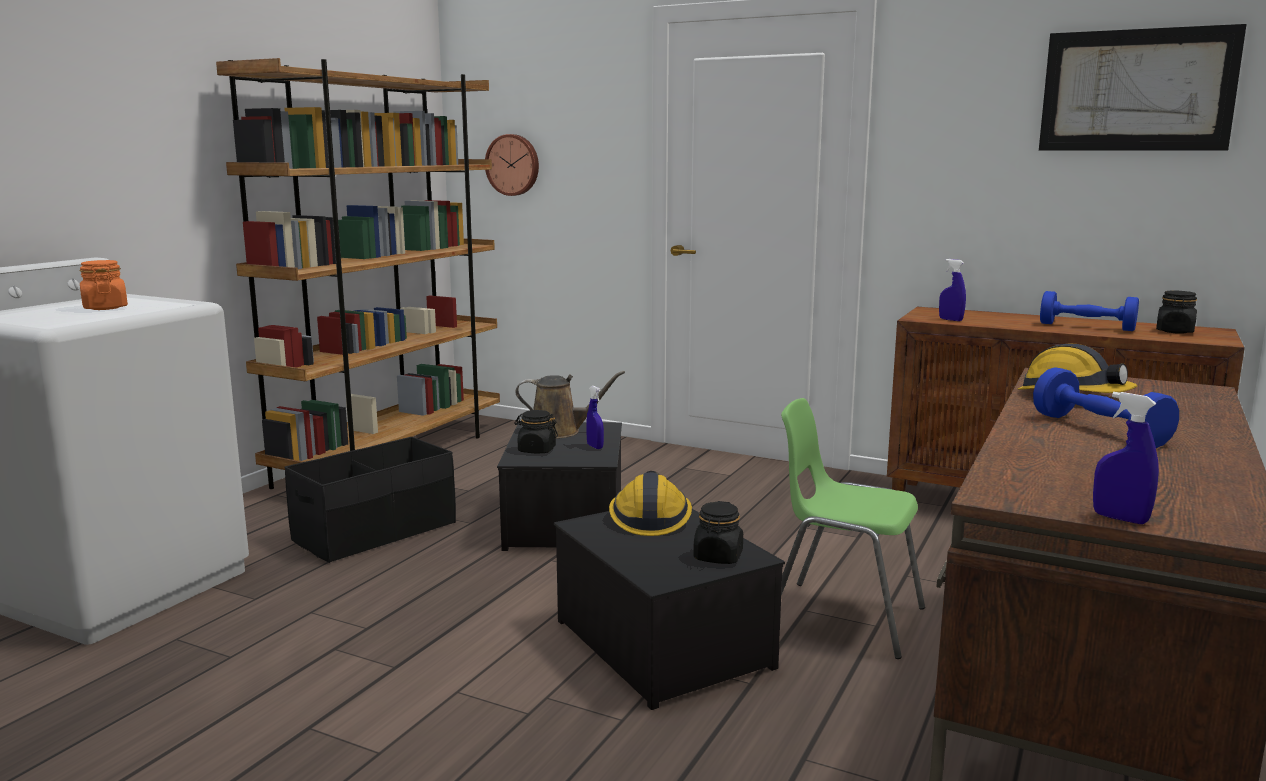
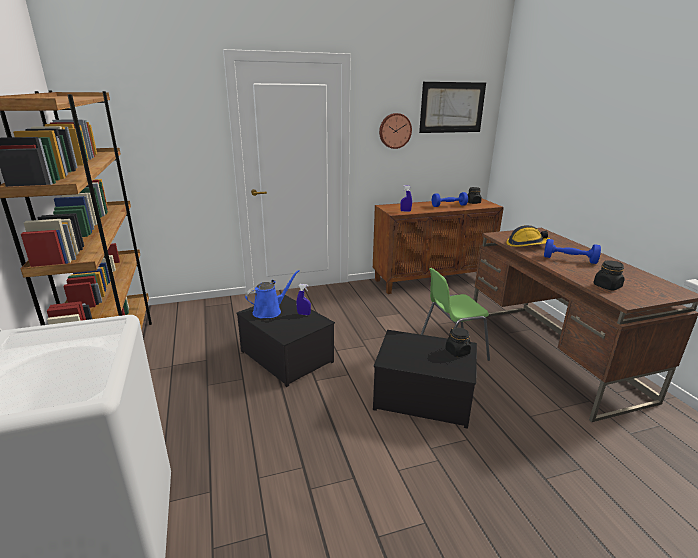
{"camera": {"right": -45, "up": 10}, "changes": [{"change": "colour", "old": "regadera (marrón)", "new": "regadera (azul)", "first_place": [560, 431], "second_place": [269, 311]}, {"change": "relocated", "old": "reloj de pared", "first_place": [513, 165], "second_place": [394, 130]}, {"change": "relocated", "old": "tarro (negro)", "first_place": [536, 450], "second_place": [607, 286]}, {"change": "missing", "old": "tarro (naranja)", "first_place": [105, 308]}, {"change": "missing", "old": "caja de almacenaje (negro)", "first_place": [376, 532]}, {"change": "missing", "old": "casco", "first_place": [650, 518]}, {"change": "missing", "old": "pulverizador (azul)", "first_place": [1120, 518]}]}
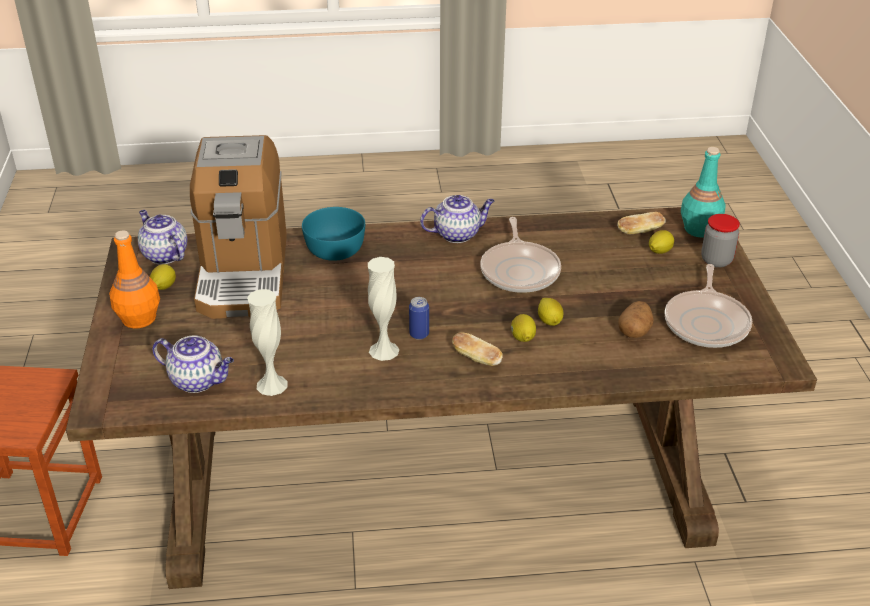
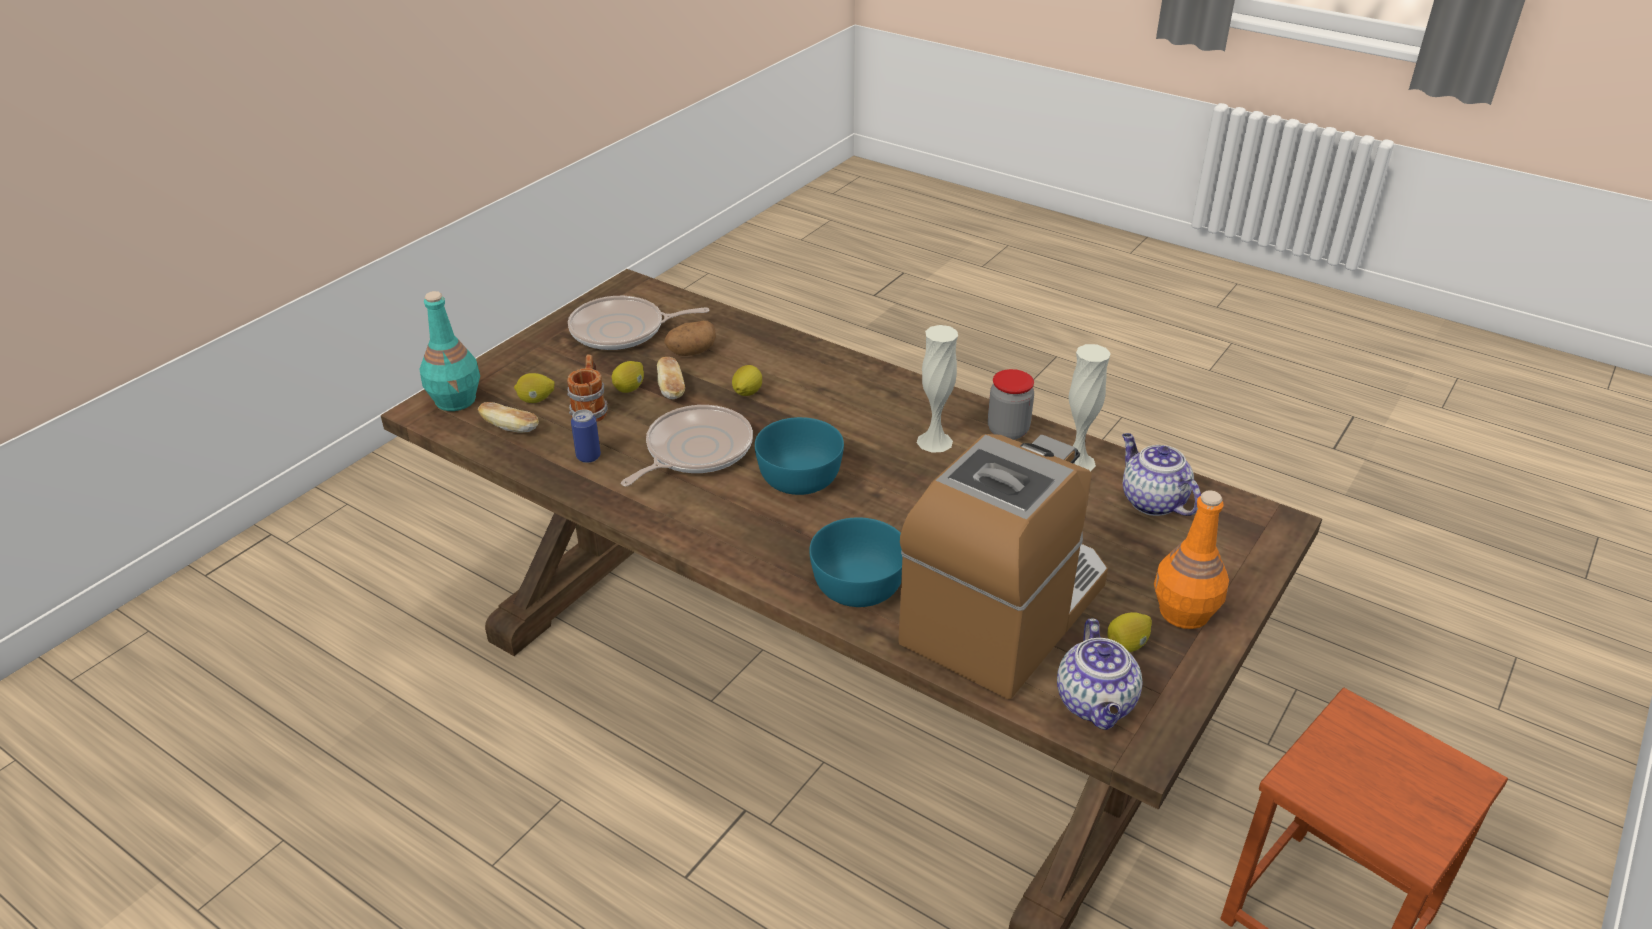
{"camera": {"right": -140, "up": 0}, "changes": [{"change": "appeared", "new": "taza grande", "second_place": [590, 409]}, {"change": "spun", "old": "sartén", "first_place": [707, 322], "second_place": [622, 331], "degrees": -150}, {"change": "relocated", "old": "lata", "first_place": [419, 334], "second_place": [588, 457]}, {"change": "relocated", "old": "limón", "first_place": [522, 338], "second_place": [630, 388]}, {"change": "relocated", "old": "pan", "first_place": [476, 358], "second_place": [671, 389]}, {"change": "appeared", "new": "cuenco (turquesa)", "second_place": [798, 477]}, {"change": "relocated", "old": "tarro", "first_place": [716, 260], "second_place": [1008, 430]}, {"change": "missing", "old": "tetera", "first_place": [458, 234]}]}
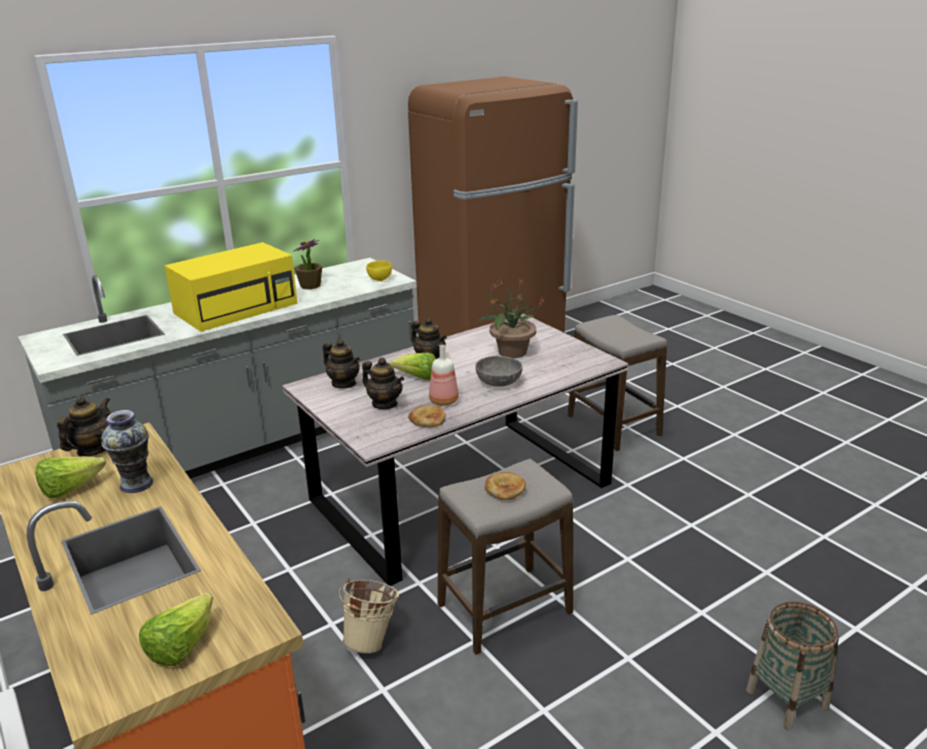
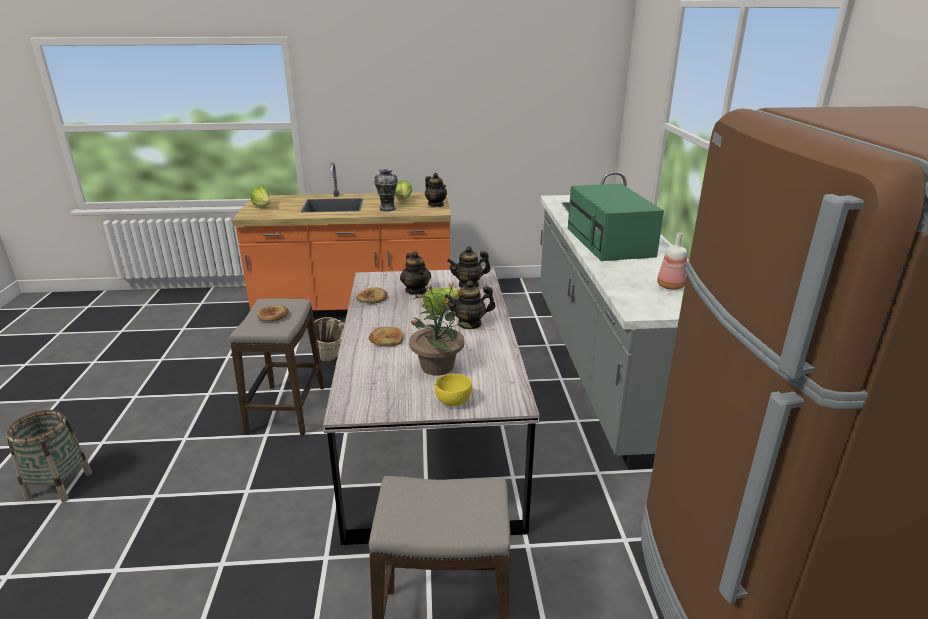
{"camera": {"right": 120, "up": 0}, "changes": [{"change": "exchanged", "old": "cuenco (gris)", "new": "pan", "first_place": [499, 382], "second_place": [386, 339]}, {"change": "spun", "old": "tetera", "first_place": [385, 404], "second_place": [416, 291], "degrees": -90}, {"change": "relocated", "old": "cuenco (amarillo)", "first_place": [380, 279], "second_place": [453, 402]}, {"change": "colour", "old": "microondas (amarillo)", "new": "microondas (verde)", "first_place": [238, 308], "second_place": [610, 242]}, {"change": "relocated", "old": "botella", "first_place": [444, 401], "second_place": [669, 286]}, {"change": "missing", "old": "planta en maceta", "first_place": [310, 286]}]}
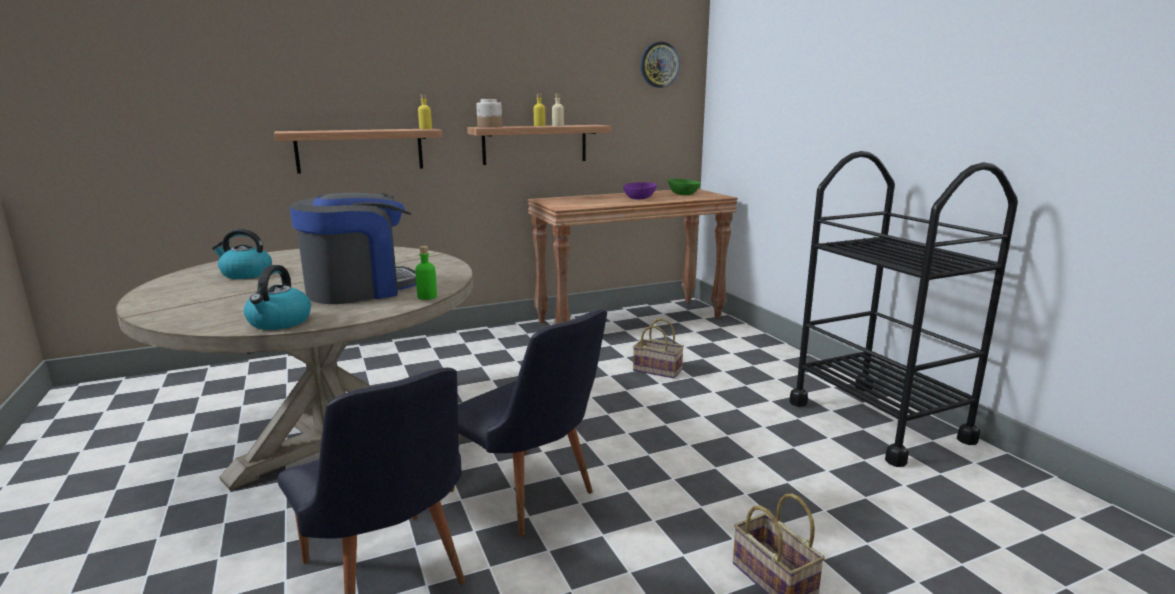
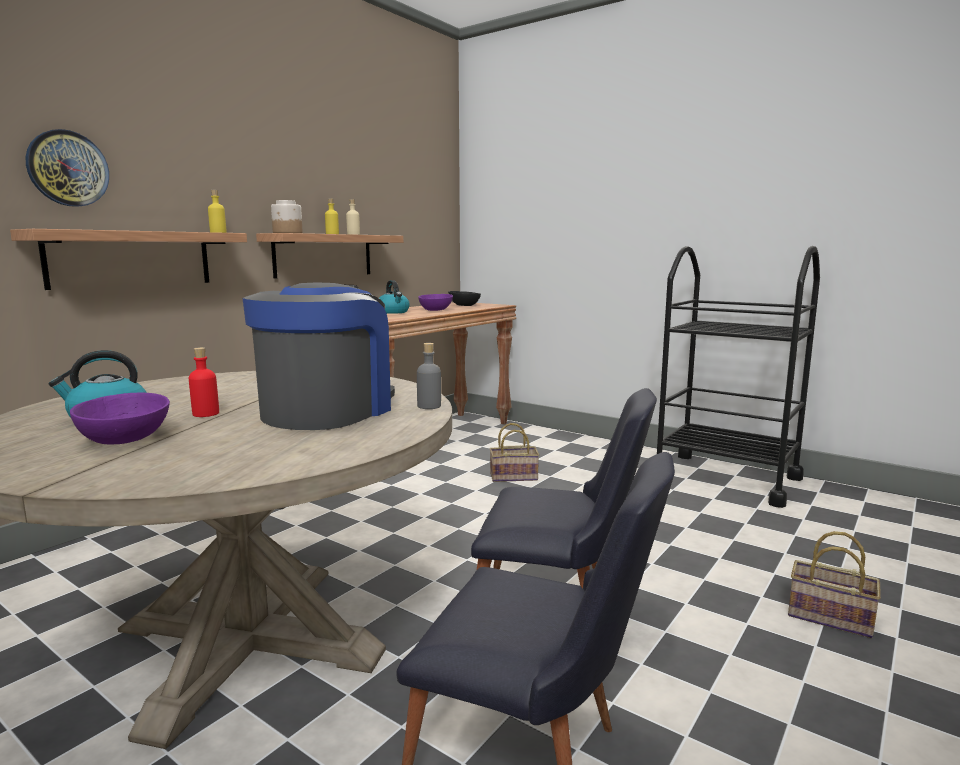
{"camera": {"right": -30, "up": -5}, "changes": [{"change": "relocated", "old": "reloj de pared", "first_place": [659, 65], "second_place": [68, 168]}, {"change": "appeared", "new": "cuenco (morado)", "second_place": [124, 439]}, {"change": "appeared", "new": "botella (rojo)", "second_place": [205, 414]}, {"change": "relocated", "old": "hervidor", "first_place": [279, 322], "second_place": [393, 312]}, {"change": "colour", "old": "botella (verde)", "new": "botella (gris)", "first_place": [427, 297], "second_place": [429, 406]}, {"change": "colour", "old": "cuenco (verde)", "new": "cuenco (negro)", "first_place": [683, 194], "second_place": [464, 305]}]}
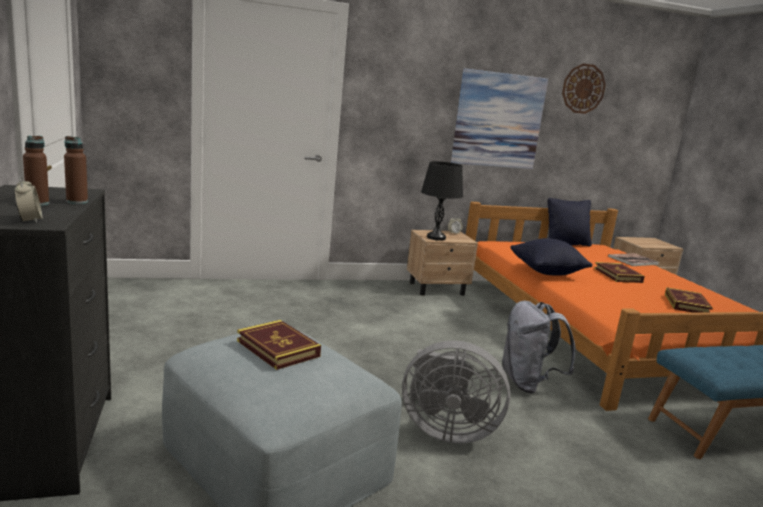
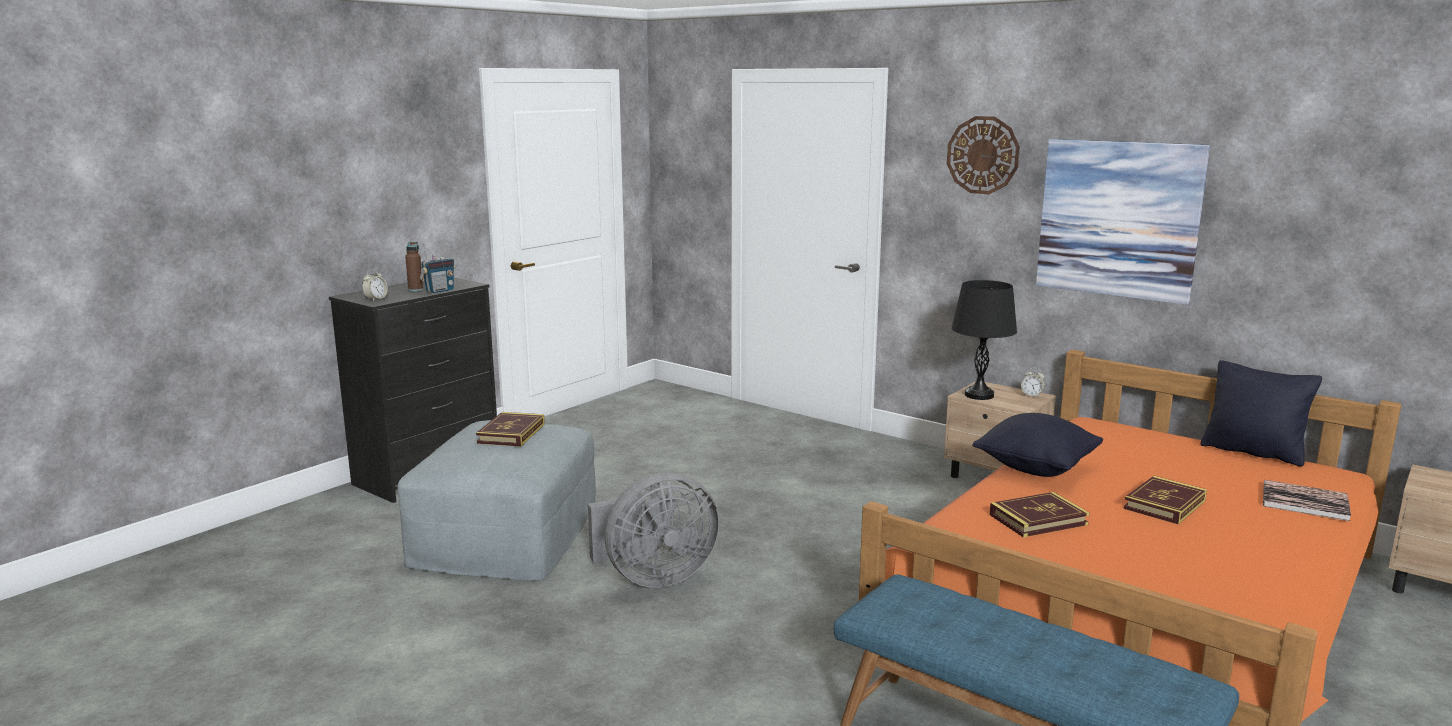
{"camera": {"right": 55, "up": 0}, "changes": [{"change": "exchanged", "old": "botella (marrón)", "new": "radio", "first_place": [77, 201], "second_place": [439, 291]}, {"change": "spun", "old": "ventilador (gris)", "first_place": [445, 430], "second_place": [653, 577], "degrees": -90}, {"change": "relocated", "old": "reloj de pared", "first_place": [583, 88], "second_place": [983, 155]}, {"change": "relocated", "old": "libro", "first_place": [686, 304], "second_place": [1038, 520]}, {"change": "missing", "old": "mochila (gris)", "first_place": [528, 383]}]}
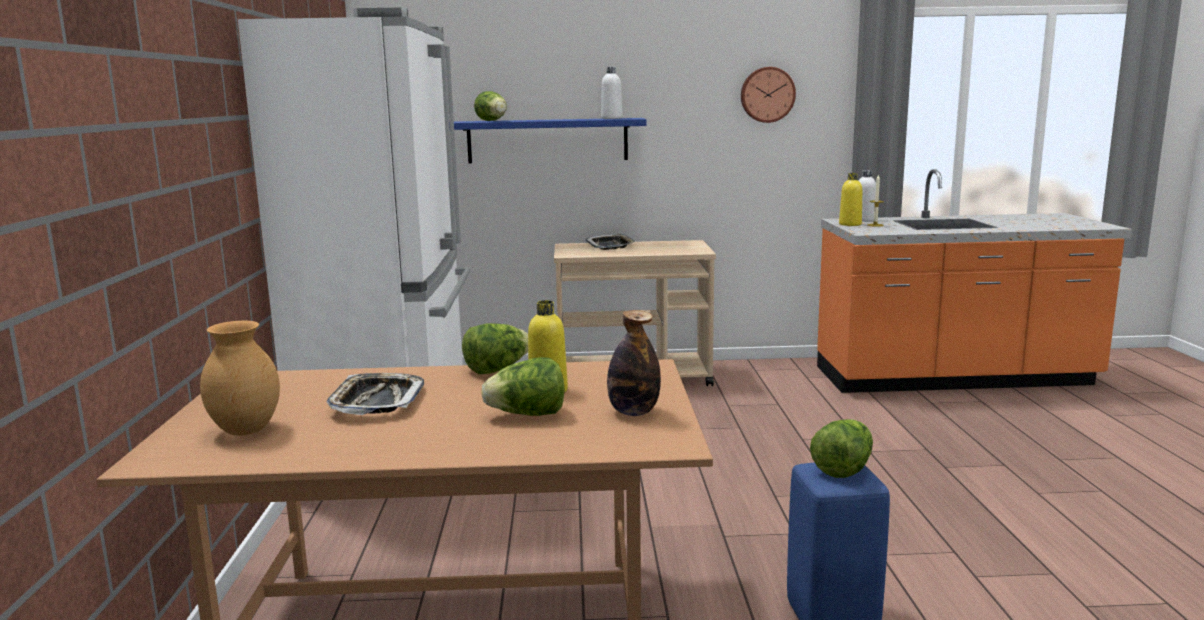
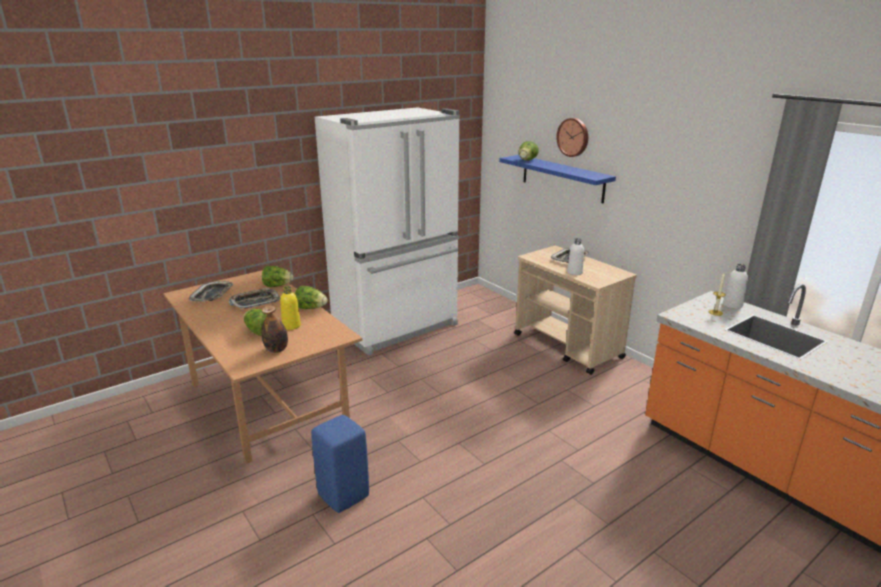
{"camera": {"right": 55, "up": 10}, "changes": [{"change": "exchanged", "old": "florero (marrón)", "new": "bandeja", "first_place": [247, 430], "second_place": [212, 295]}, {"change": "relocated", "old": "lechuga", "first_place": [843, 469], "second_place": [277, 286]}, {"change": "relocated", "old": "reloj de pared", "first_place": [767, 94], "second_place": [573, 137]}, {"change": "relocated", "old": "botella (blanco)", "first_place": [611, 118], "second_place": [574, 272]}, {"change": "missing", "old": "botella (amarillo)", "first_place": [850, 224]}]}
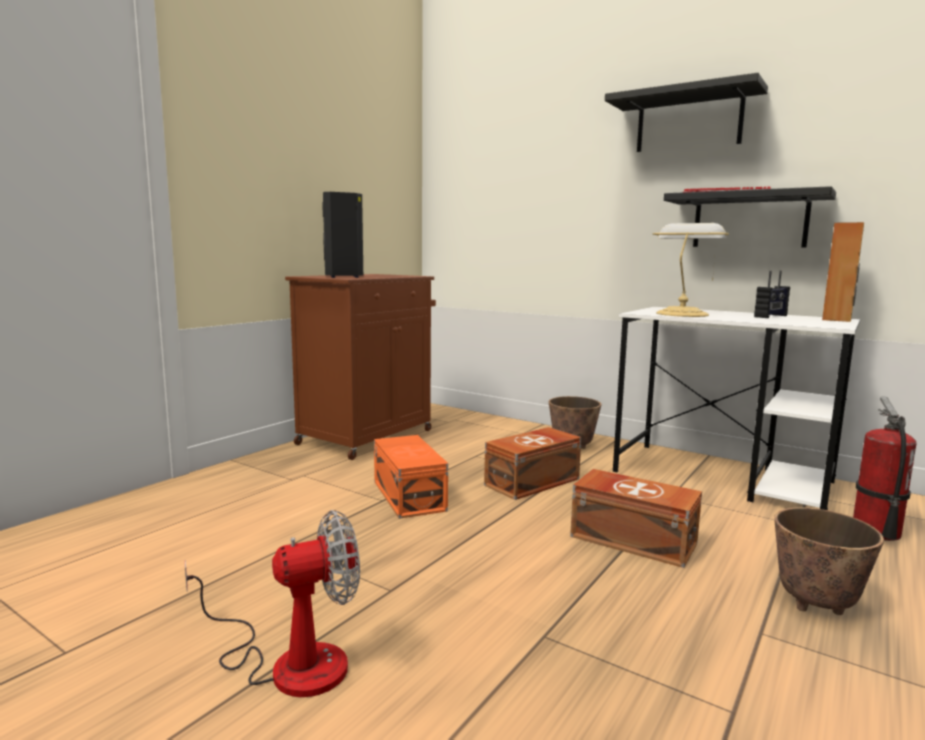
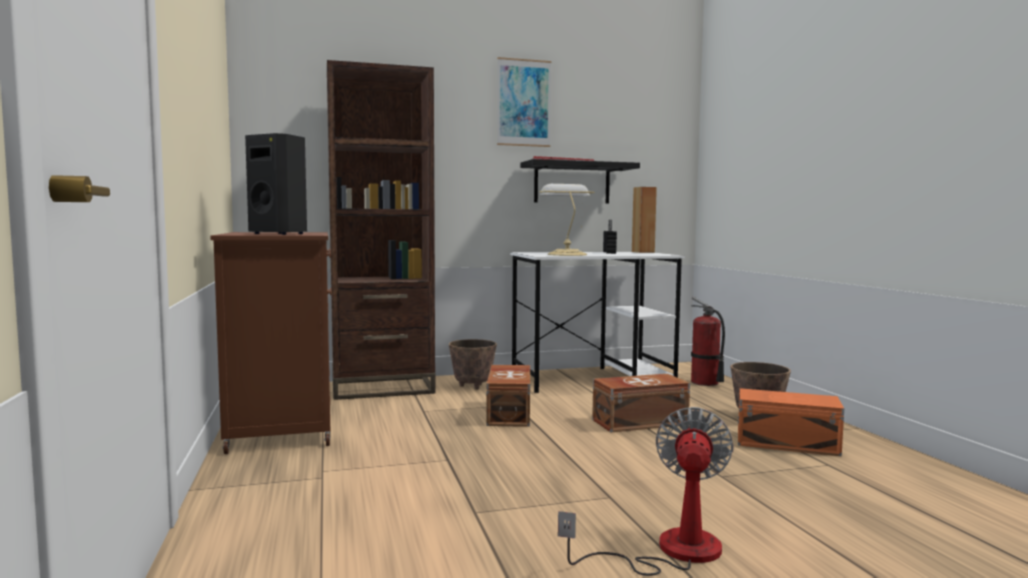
{"camera": {"right": -50, "up": -5}, "changes": [{"change": "appeared", "new": "estantería (marrón)", "second_place": [382, 388]}, {"change": "exchanged", "old": "estante (negro)", "new": "cuadro", "first_place": [689, 122], "second_place": [523, 103]}, {"change": "relocated", "old": "caja de almacenaje (naranja)", "first_place": [410, 495], "second_place": [785, 442]}]}
